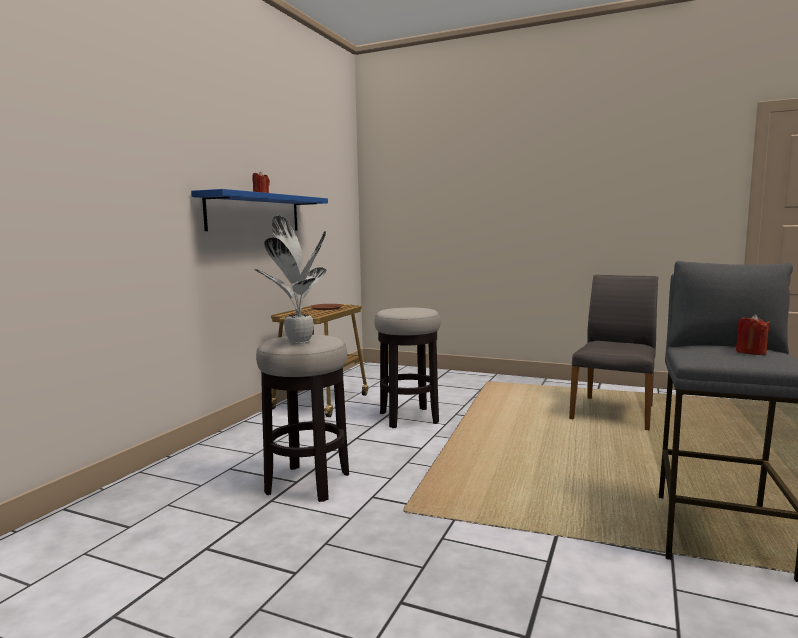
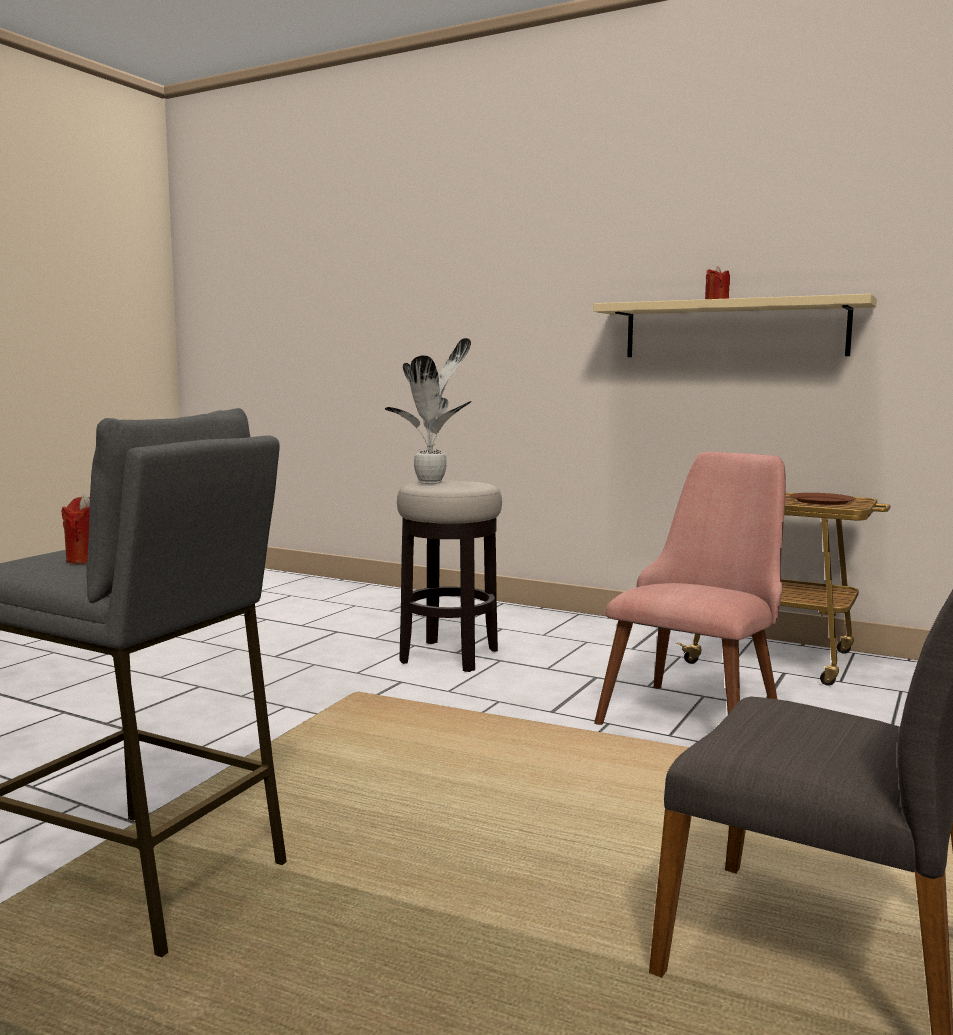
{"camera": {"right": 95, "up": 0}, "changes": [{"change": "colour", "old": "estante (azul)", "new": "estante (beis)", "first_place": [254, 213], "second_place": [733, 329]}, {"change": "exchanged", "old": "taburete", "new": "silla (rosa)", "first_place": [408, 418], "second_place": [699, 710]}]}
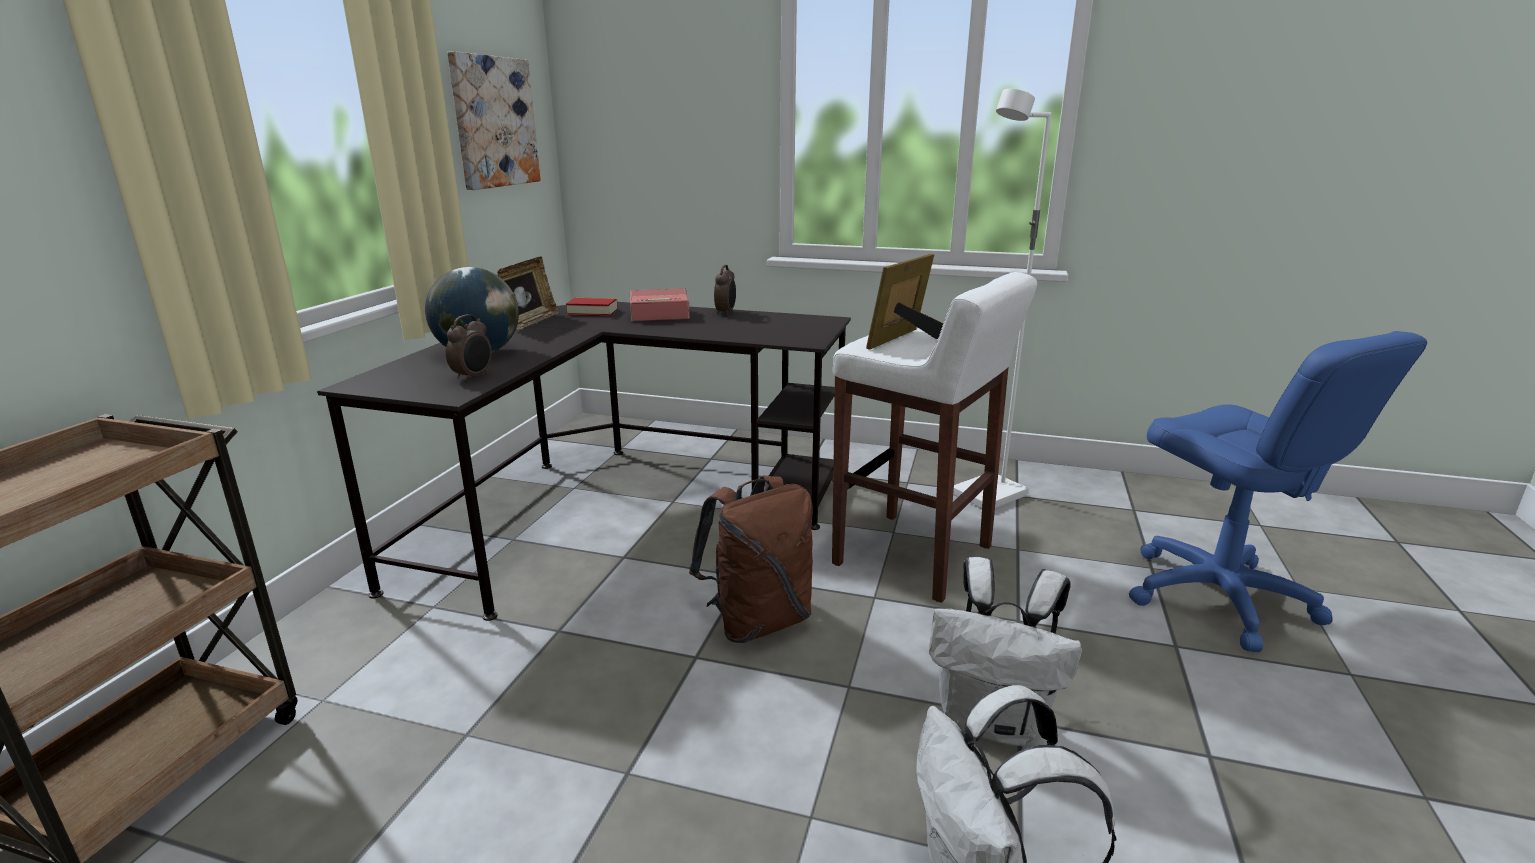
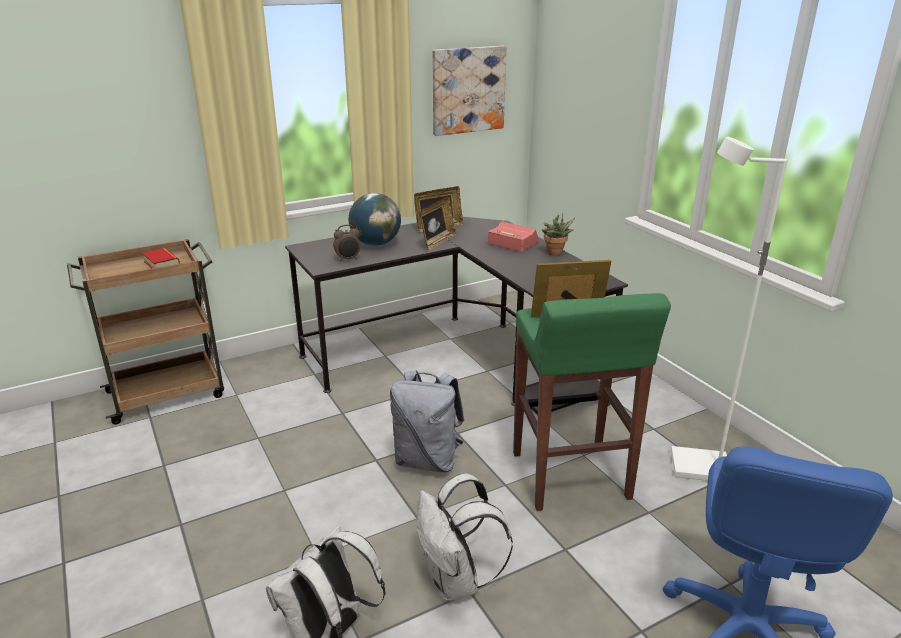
{"camera": {"right": 45, "up": 5}, "changes": [{"change": "relocated", "old": "libro", "first_place": [592, 312], "second_place": [162, 264]}, {"change": "colour", "old": "mochila (marrón)", "new": "mochila (gris)", "first_place": [758, 621], "second_place": [427, 460]}, {"change": "appeared", "new": "portarretratos", "second_place": [437, 242]}, {"change": "colour", "old": "taburete (blanco)", "new": "taburete (verde)", "first_place": [915, 556], "second_place": [570, 477]}, {"change": "exchanged", "old": "despertador", "new": "planta en maceta", "first_place": [726, 312], "second_place": [555, 253]}]}
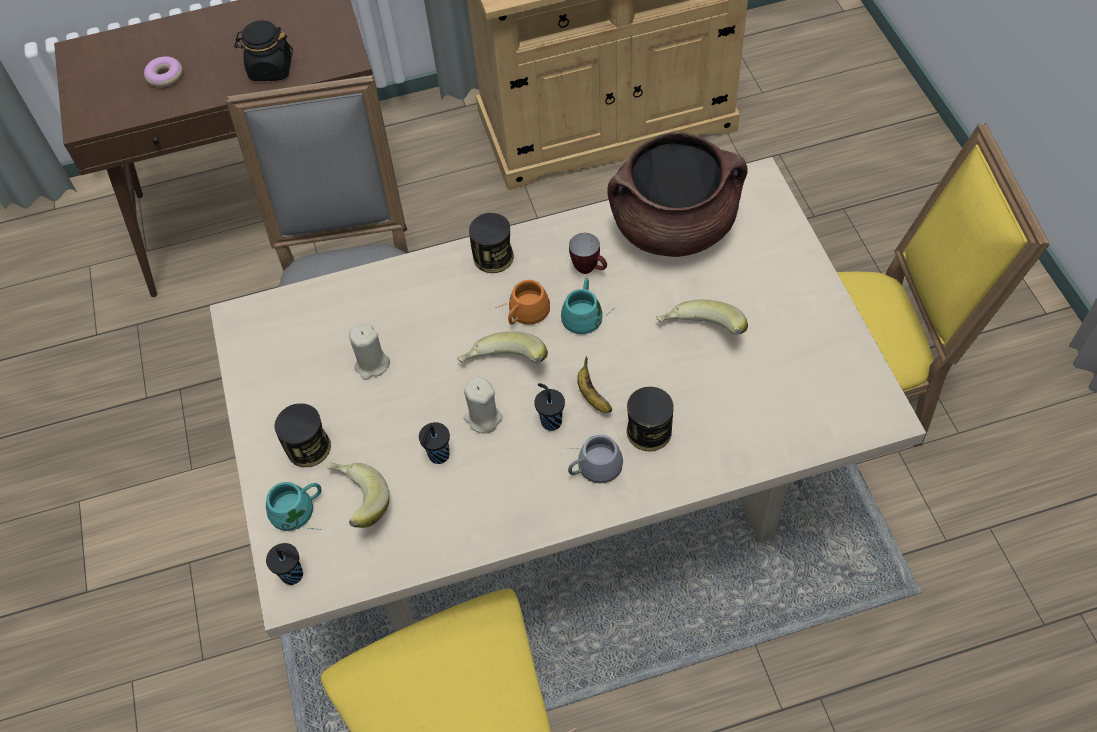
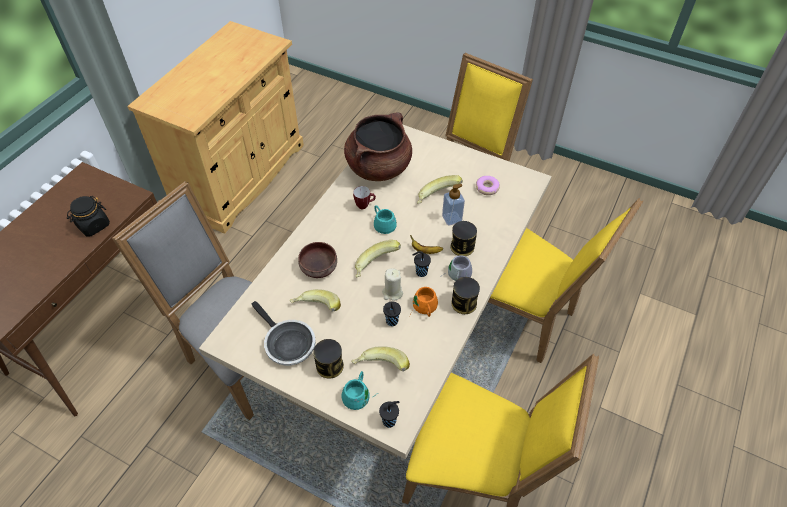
{"camera": {"right": -50, "up": -5}, "changes": [{"change": "appeared", "new": "sartén", "second_place": [287, 344]}, {"change": "exchanged", "old": "vela (beis)", "new": "plátano", "first_place": [372, 365], "second_place": [316, 310]}, {"change": "appeared", "new": "cuenco (marrón)", "second_place": [319, 267]}, {"change": "relocated", "old": "taza grande (naranja)", "first_place": [522, 311], "second_place": [423, 308]}, {"change": "appeared", "new": "dispensador de jabón", "second_place": [452, 218]}, {"change": "relocated", "old": "lata", "first_place": [493, 257], "second_place": [464, 303]}, {"change": "relocated", "old": "rosquilla", "first_place": [165, 76], "second_place": [487, 188]}, {"change": "appeared", "new": "silla (amarillo)", "second_place": [523, 318]}]}
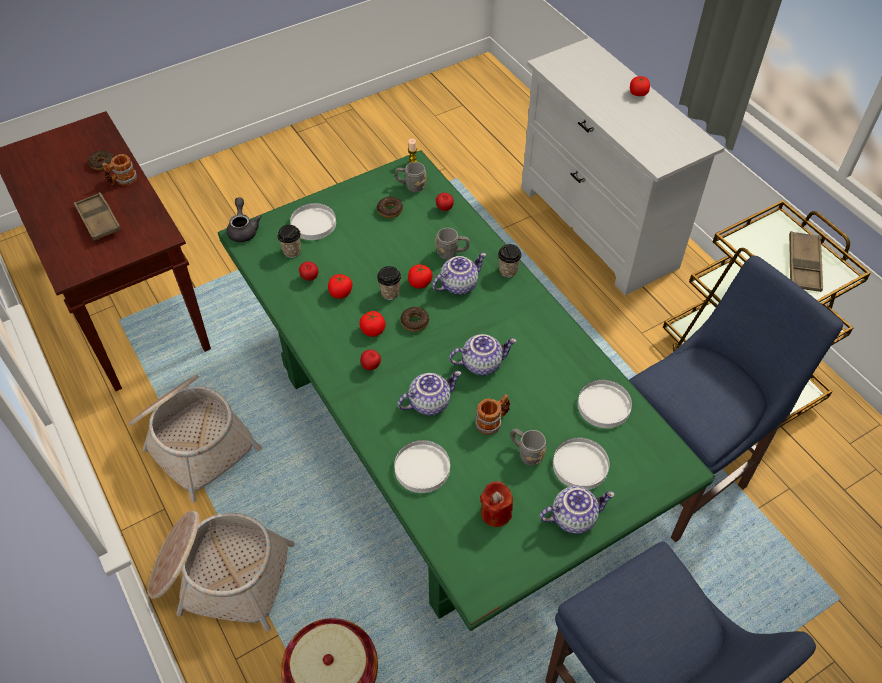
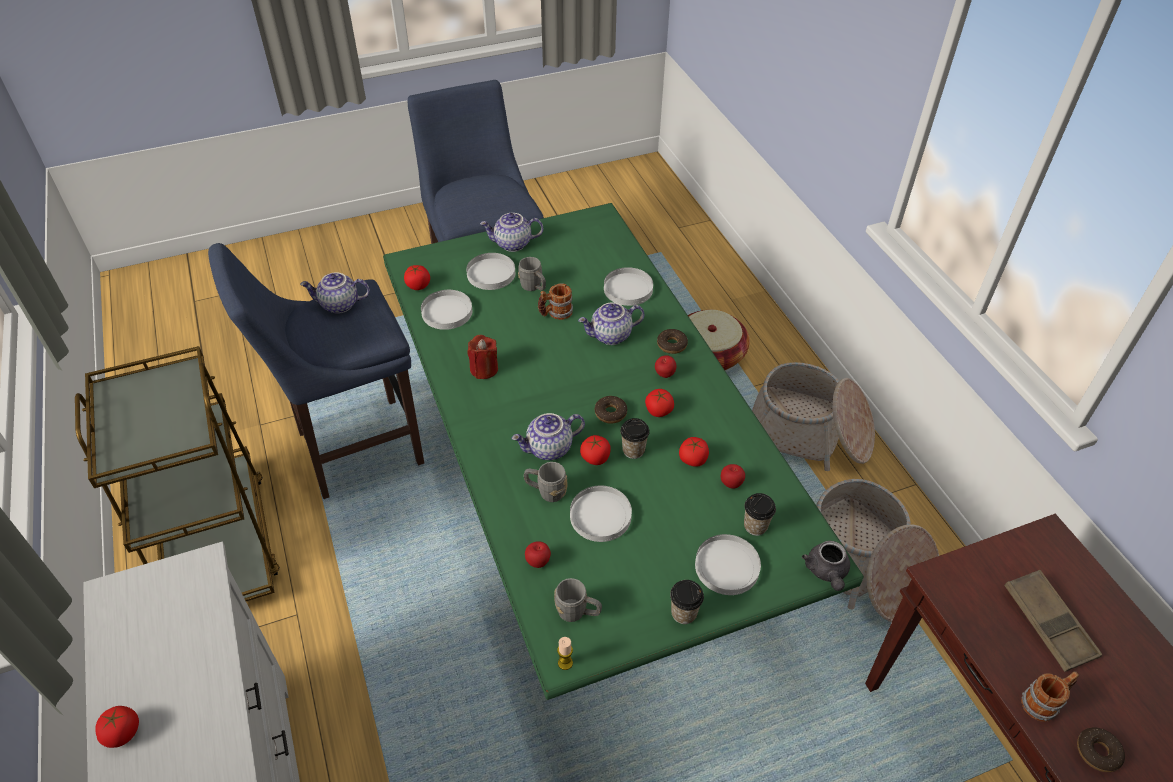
{"camera": {"right": -170, "up": -5}, "changes": [{"change": "relocated", "old": "tetera", "first_place": [482, 363], "second_place": [339, 305]}, {"change": "appeared", "new": "tomate", "second_place": [418, 285]}, {"change": "relocated", "old": "vela (rojo)", "first_place": [495, 513], "second_place": [484, 369]}, {"change": "appeared", "new": "plato (blanco)", "second_place": [601, 516]}, {"change": "relocated", "old": "rosquilla", "first_place": [390, 210], "second_place": [672, 345]}, {"change": "relocated", "old": "taza", "first_place": [508, 271], "second_place": [684, 613]}, {"change": "missing", "old": "bandeja (marrón)", "first_place": [803, 265]}]}
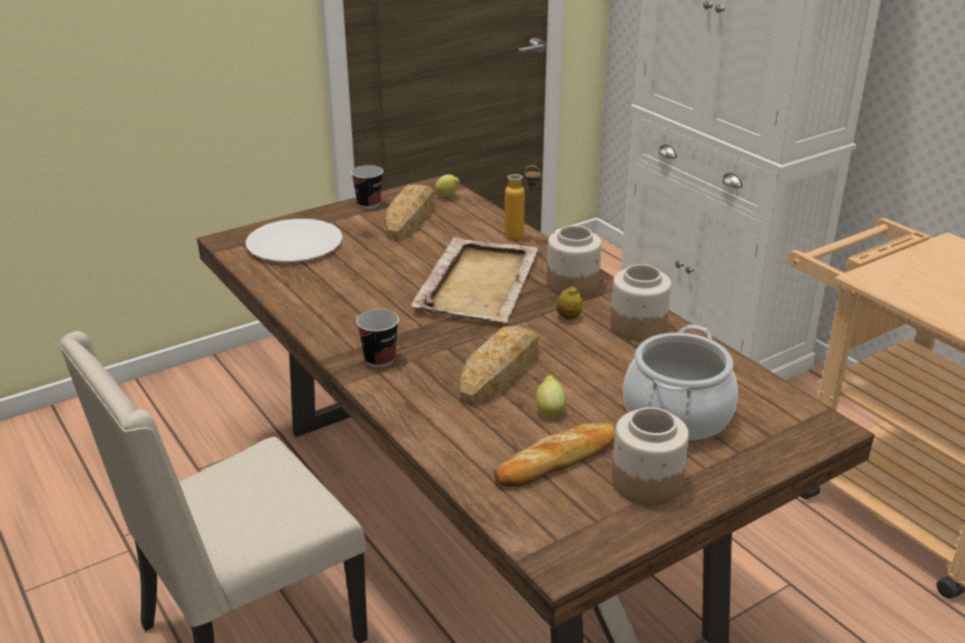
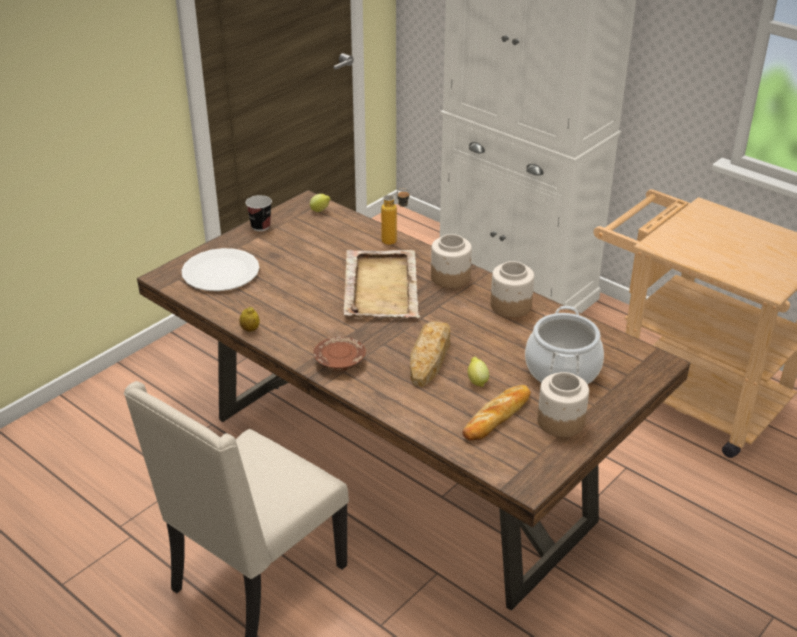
{"camera": {"right": -15, "up": 5}, "changes": [{"change": "relocated", "old": "limón", "first_place": [569, 317], "second_place": [250, 329]}, {"change": "exchanged", "old": "taza", "new": "plato (marrón)", "first_place": [380, 359], "second_place": [339, 361]}, {"change": "missing", "old": "pan", "first_place": [410, 219]}]}
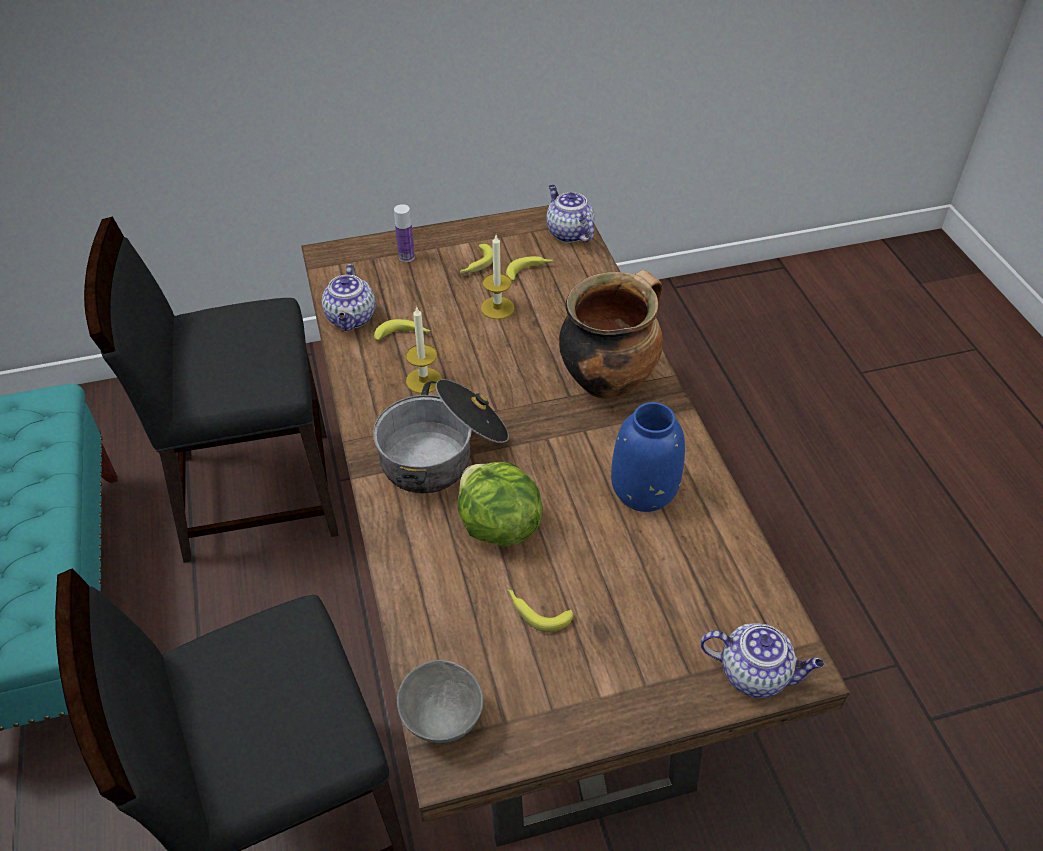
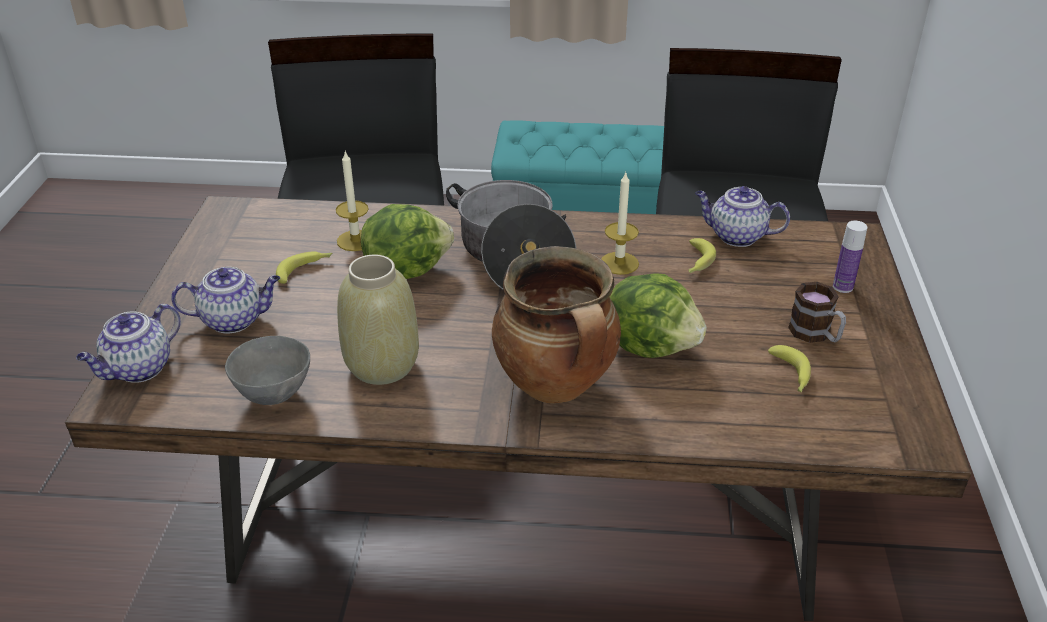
{"camera": {"right": 110, "up": -10}, "changes": [{"change": "relocated", "old": "tetera", "first_place": [568, 232], "second_place": [234, 320]}, {"change": "relocated", "old": "cuenco (gris)", "first_place": [441, 721], "second_place": [275, 394]}, {"change": "relocated", "old": "vela", "first_place": [497, 308], "second_place": [355, 240]}, {"change": "colour", "old": "florero (azul)", "new": "florero (beis)", "first_place": [643, 490], "second_place": [383, 365]}, {"change": "appeared", "new": "lechuga", "second_place": [651, 345]}, {"change": "exchanged", "old": "plátano", "new": "taza grande", "first_place": [476, 264], "second_place": [815, 335]}]}
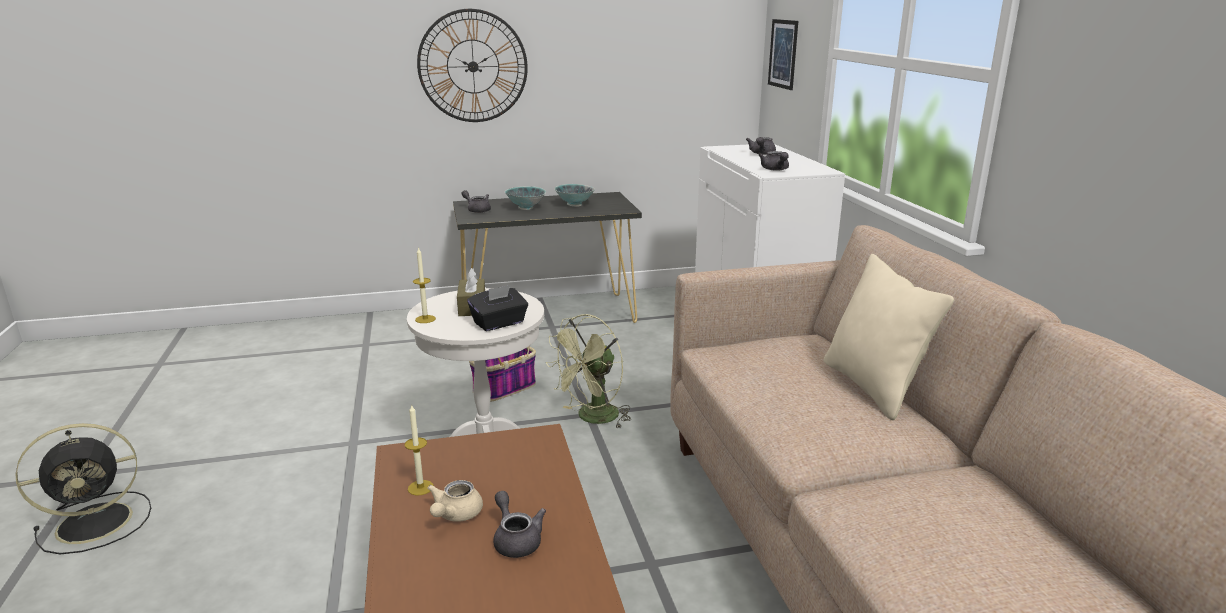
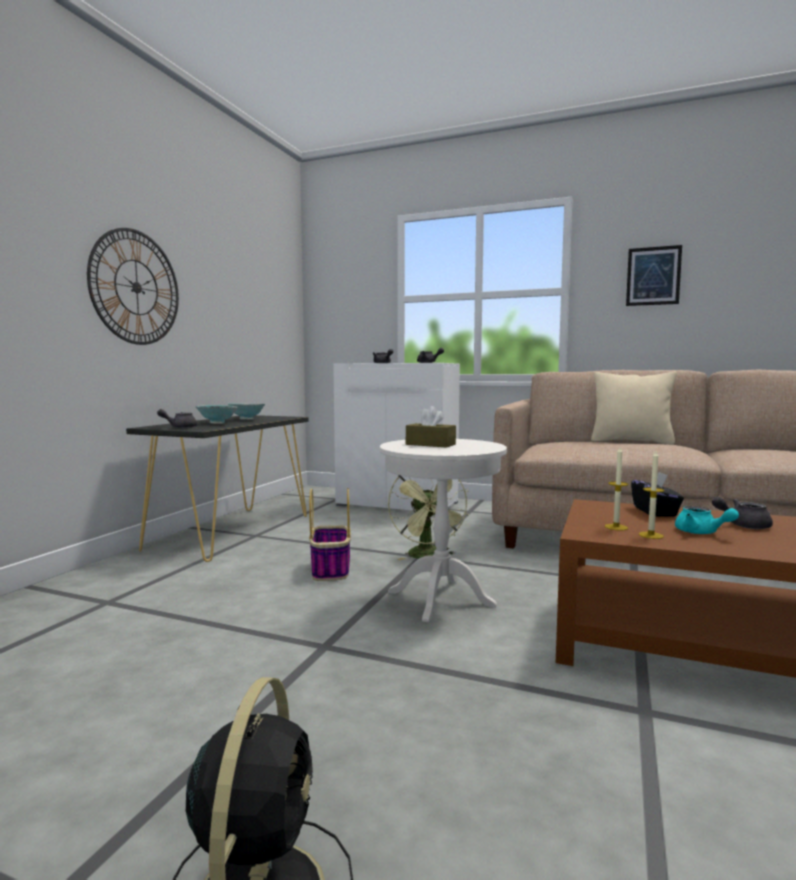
{"camera": {"right": -55, "up": -15}, "changes": [{"change": "relocated", "old": "vela", "first_place": [425, 319], "second_place": [616, 527]}, {"change": "relocated", "old": "cuadro", "first_place": [783, 54], "second_place": [653, 276]}, {"change": "relocated", "old": "caja de pañuelos (negro)", "first_place": [499, 323], "second_place": [655, 511]}, {"change": "colour", "old": "tetera (beis)", "new": "tetera (turquesa)", "first_place": [455, 515], "second_place": [701, 533]}]}
